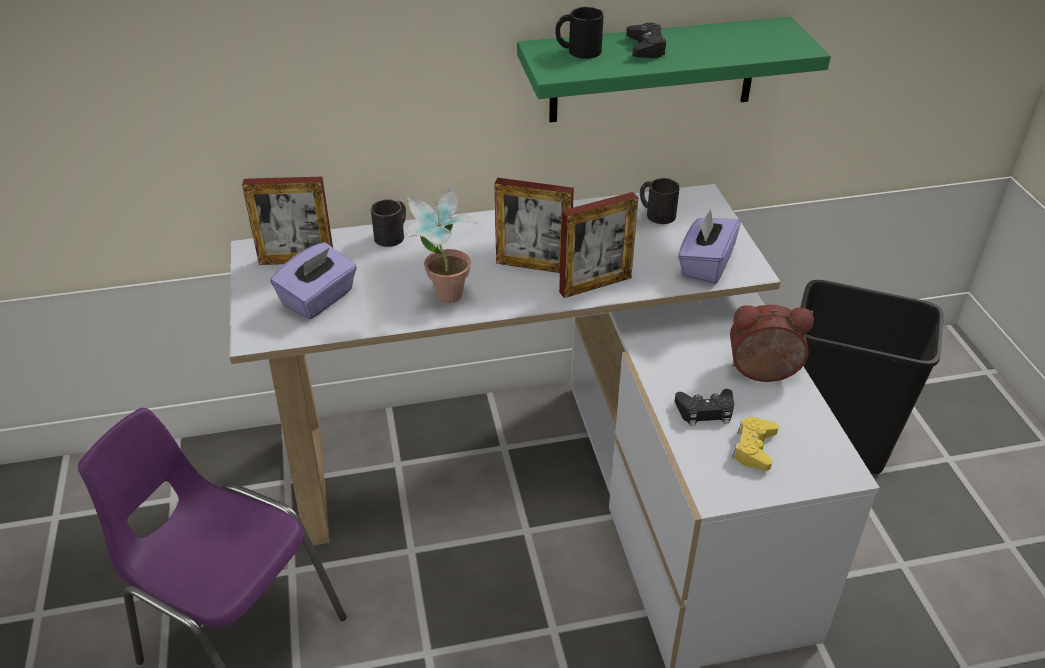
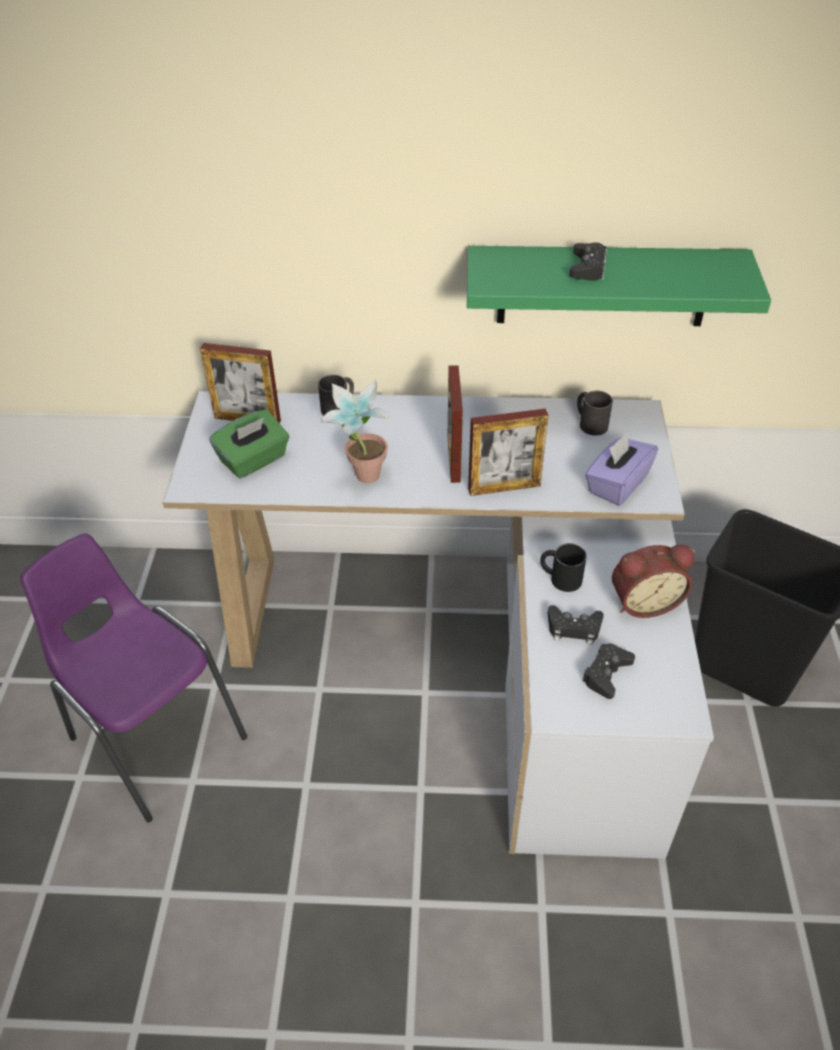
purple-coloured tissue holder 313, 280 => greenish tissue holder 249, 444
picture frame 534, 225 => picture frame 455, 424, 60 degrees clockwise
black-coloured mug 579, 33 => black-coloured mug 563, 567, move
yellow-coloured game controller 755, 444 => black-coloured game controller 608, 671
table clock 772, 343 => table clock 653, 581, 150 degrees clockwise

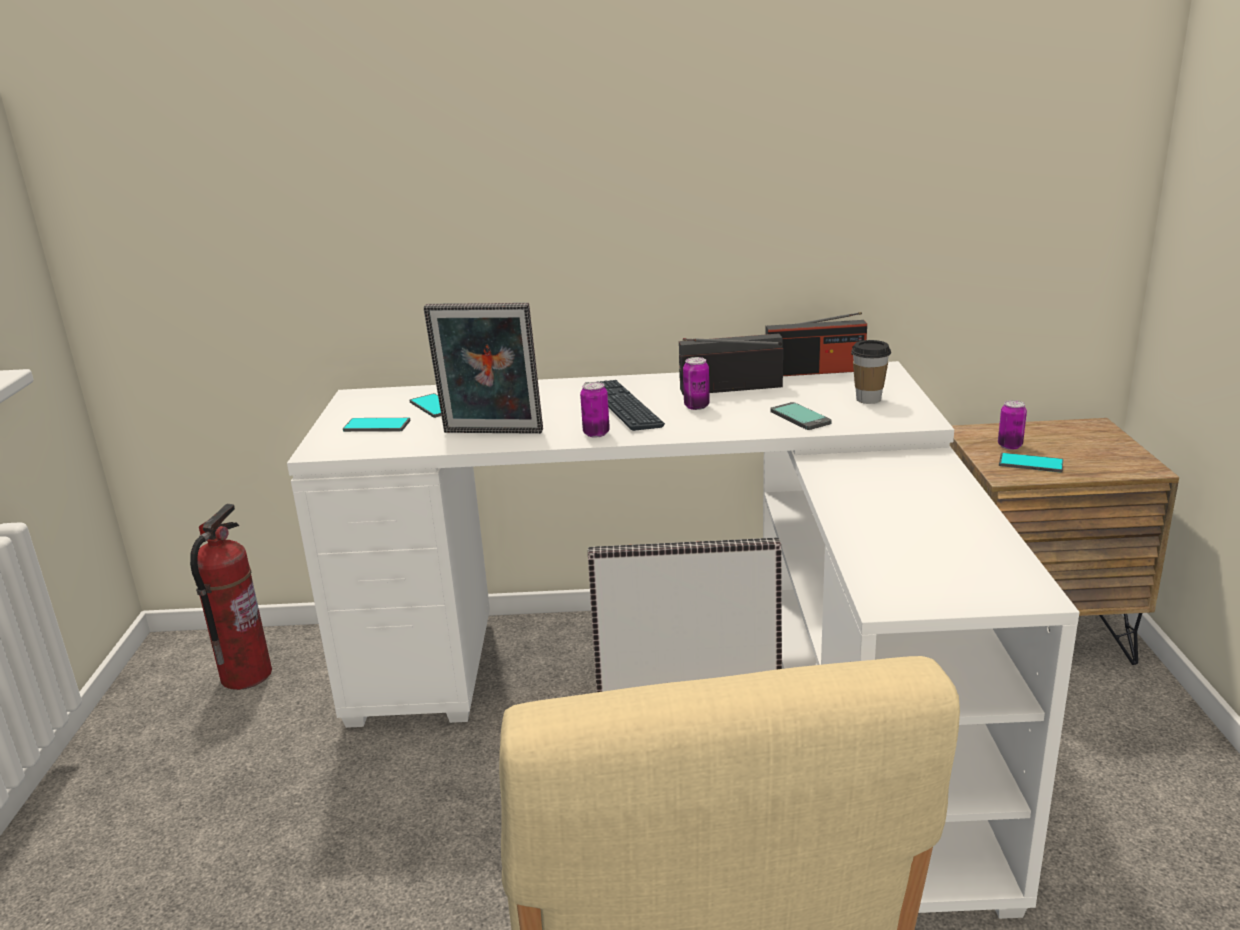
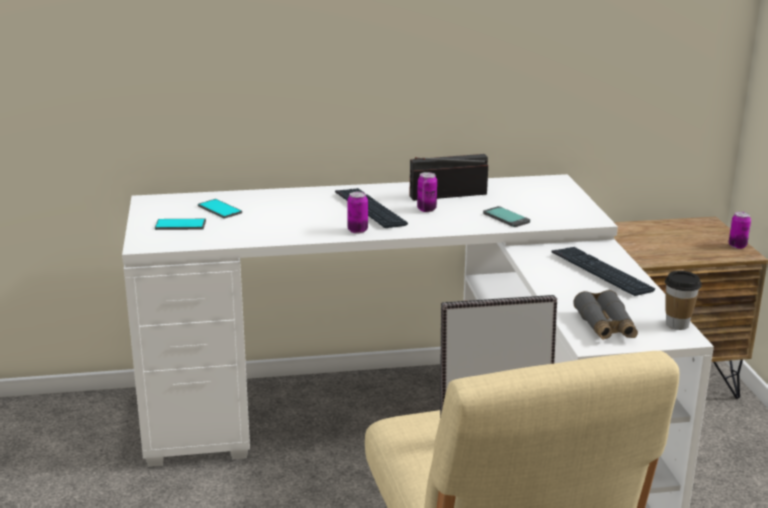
nothing => computer keyboard 603, 271
nothing => grey pair of binoculars 605, 315
drinking cup 871, 372 => drinking cup 683, 300, move
sealed can 1012, 425 => sealed can 740, 230, move
fire extinguisher 231, 597 => nothing
picture frame 483, 368 => nothing
radio set 816, 344 => nothing
handset 1031, 463 => nothing

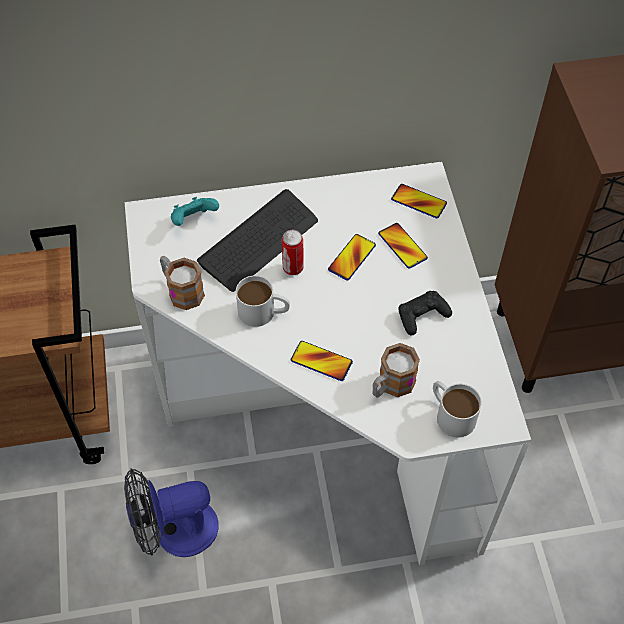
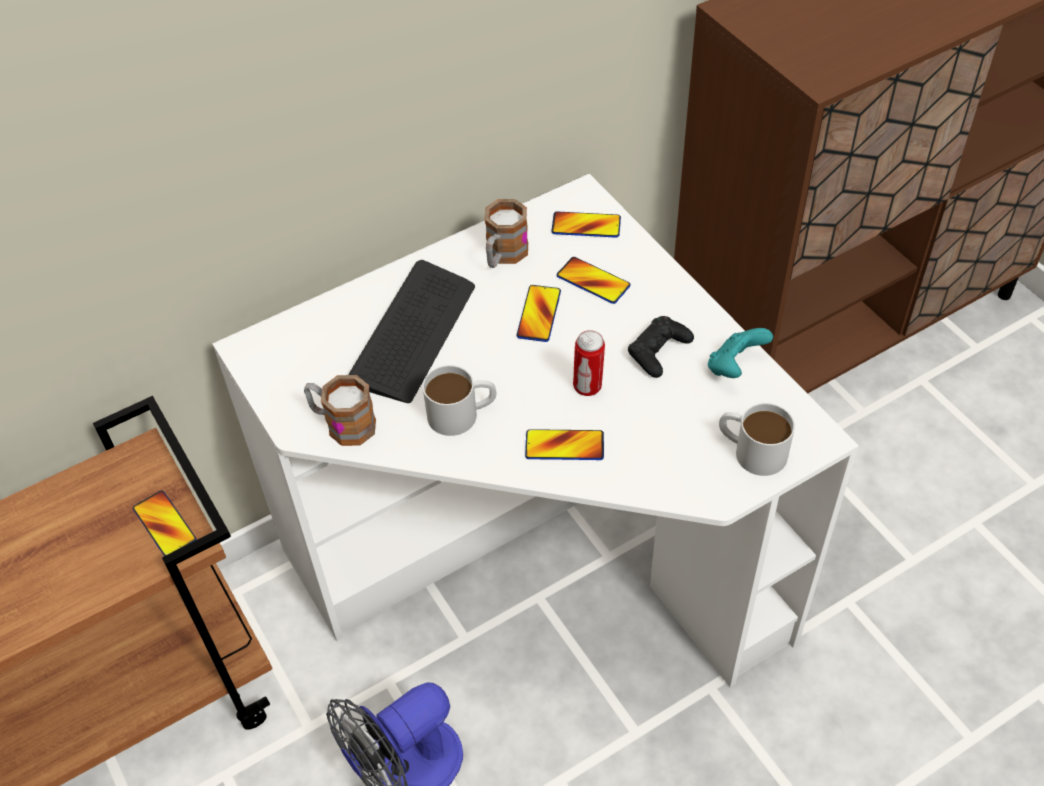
nothing => handset 164, 523
mug 396, 370 => mug 506, 233, move
sealed can 292, 252 => sealed can 589, 363, move
turquoise game controller 195, 211 => turquoise game controller 740, 353, move

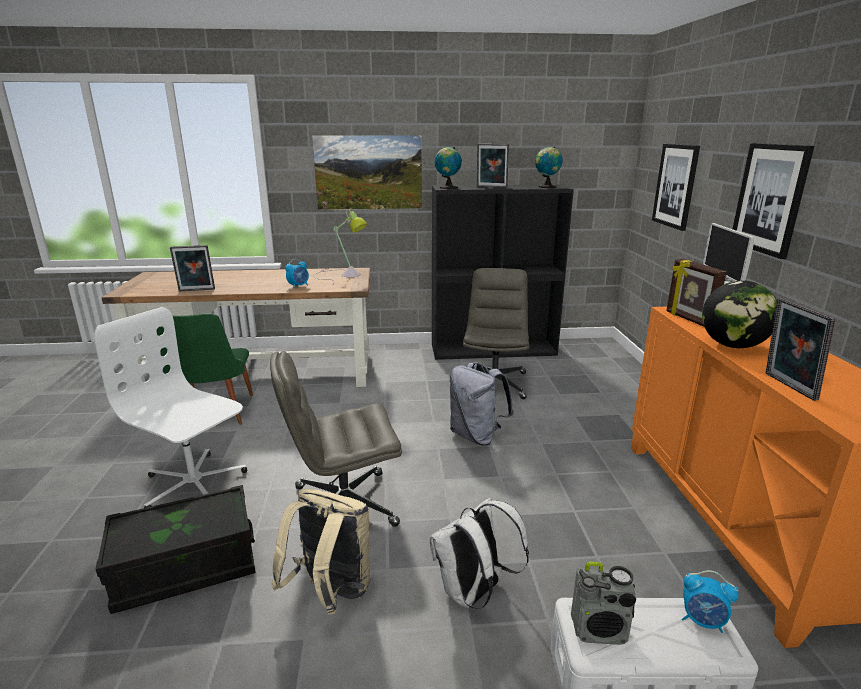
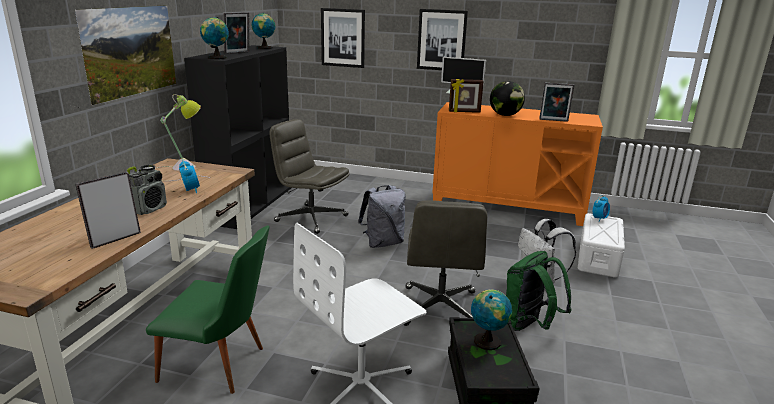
picture frame 192, 268 => picture frame 108, 210, 150 degrees counterclockwise
radio set 603, 603 => radio set 147, 190, move
nothing => desk globe 491, 319
beige knapsack 320, 552 => greenish knapsack 538, 291

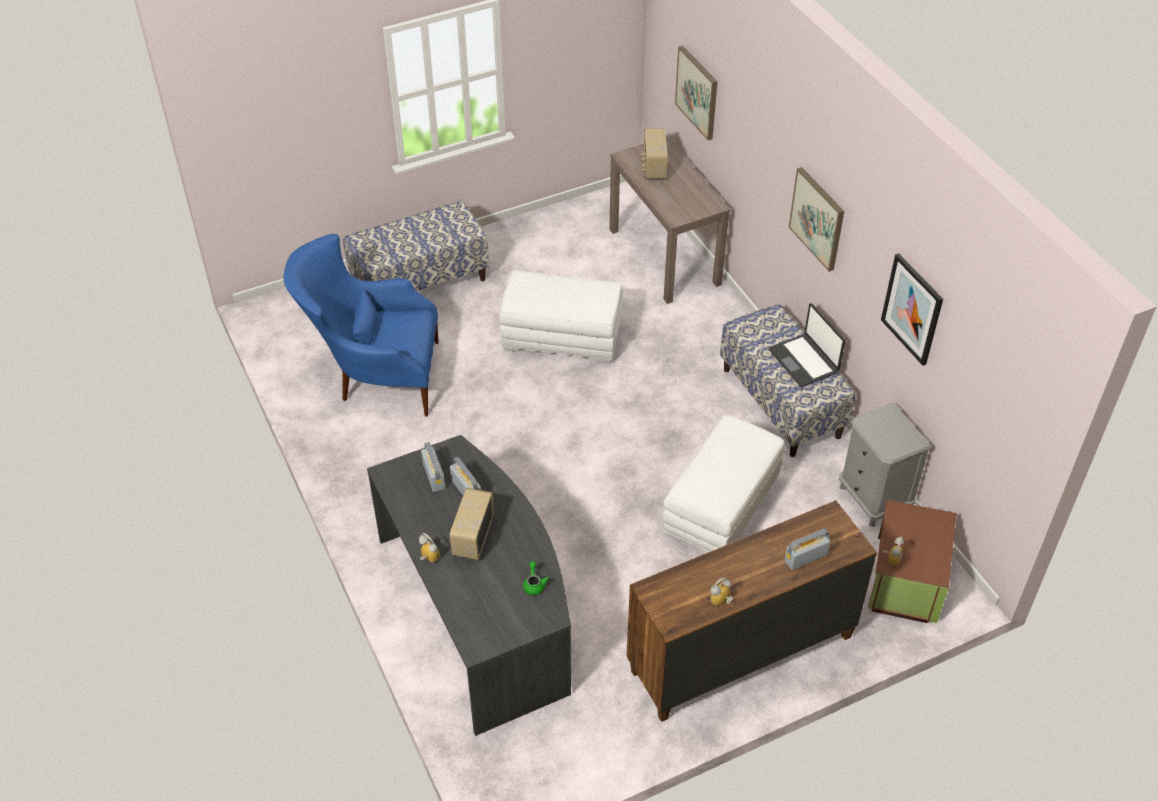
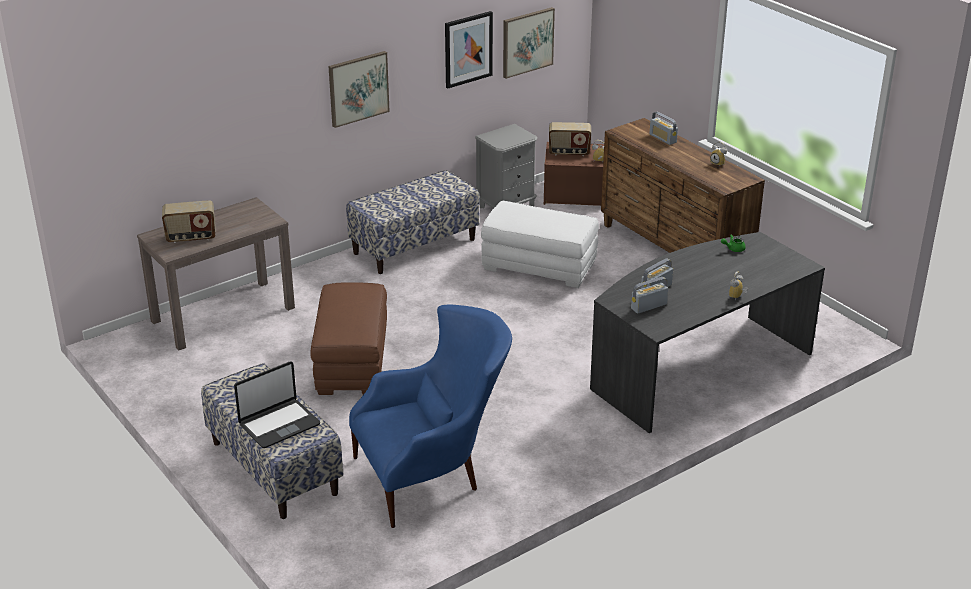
notebook computer 807, 345 => notebook computer 277, 404, move
white pouffe 561, 317 => brown-coloured pouffe 348, 338
blue-coloured lounge chair 361, 325 => blue-coloured lounge chair 430, 416, 105 degrees counterclockwise
wall picture 696, 93 => wall picture 529, 43, move
radio set 472, 524 => radio set 570, 139, move

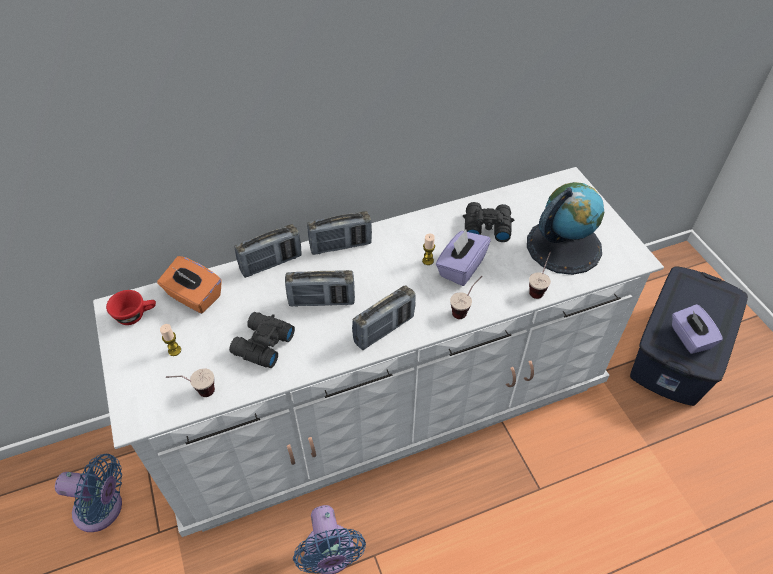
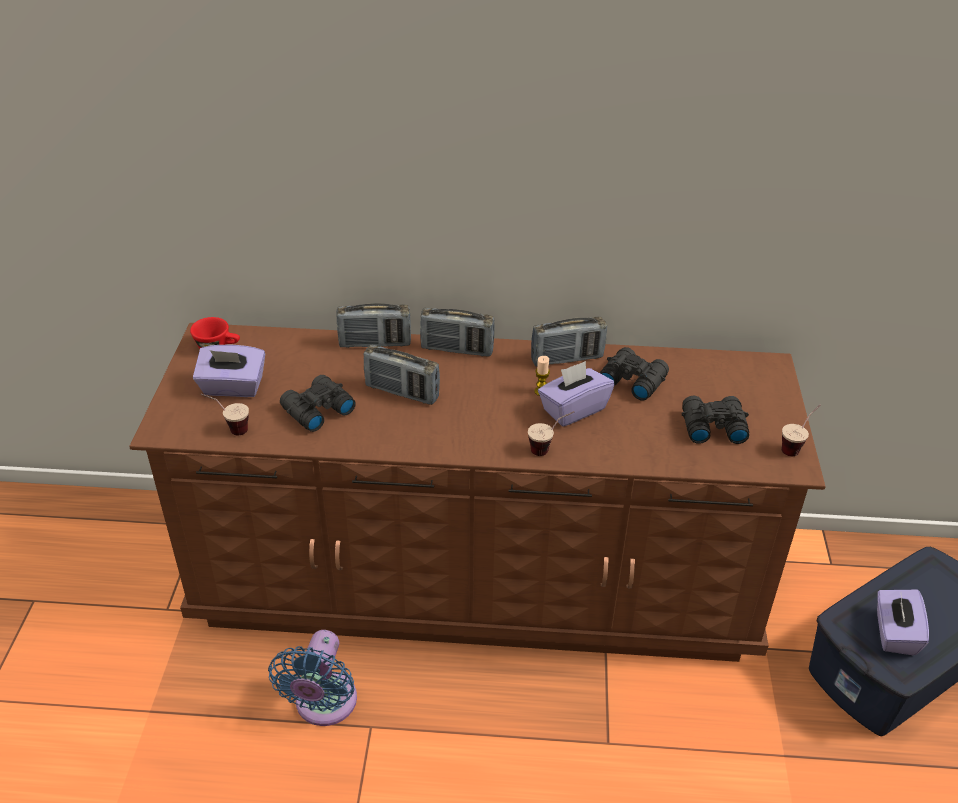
white dresser 378, 352 => brown-coloured dresser 477, 492
candle 170, 340 => purple-coloured tissue holder 229, 371
radio set 384, 317 => radio set 569, 341, move
desk globe 565, 228 => black-coloured pair of binoculars 715, 420
drinking cup 540, 275 => drinking cup 801, 430, move
blue-coloured cooling fan 88, 493 => nothing
orangey tissue holder 189, 285 => nothing

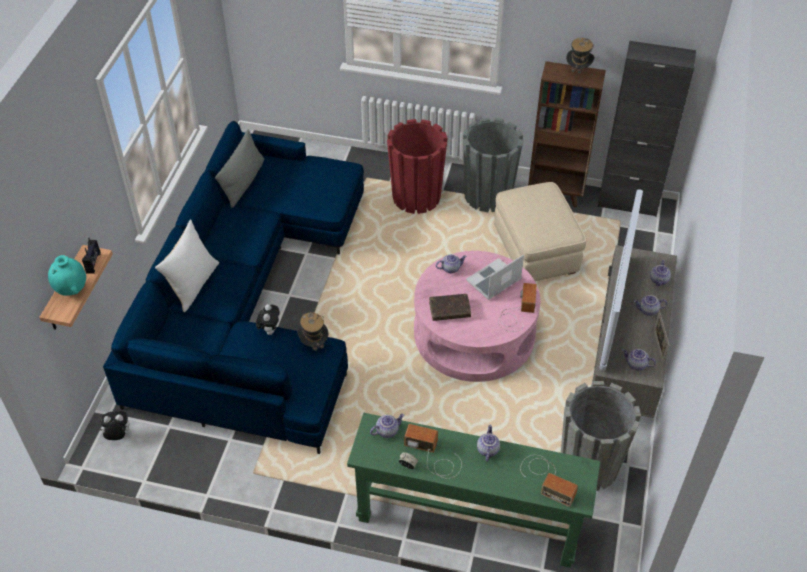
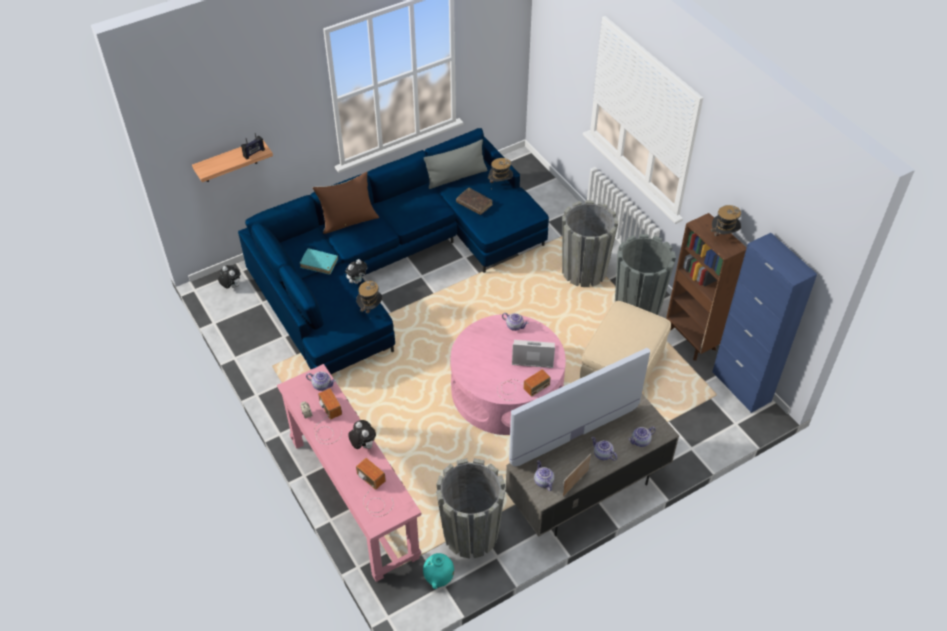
greenish console table 473, 490 => pinkish console table 349, 473
nothing => turquoise book 319, 261
white throw pillow 187, 265 => brown-coloured throw pillow 346, 203
teapot 488, 442 => soft toy 362, 434
radio set 549, 481 => radio set 375, 487, 150 degrees clockwise
turquoise vase 67, 275 => turquoise vase 438, 571, move
brown-coloured book 450, 307 => brown-coloured book 474, 201, move
nothing => clothing hat 500, 174
red flower pot 417, 166 => grey flower pot 590, 243
black-coloured cabinet 647, 129 => blue-coloured cabinet 764, 323

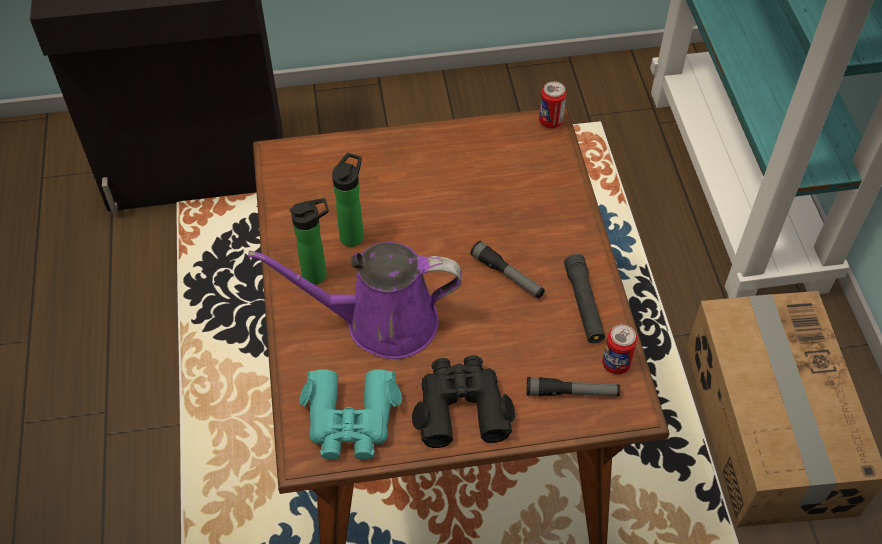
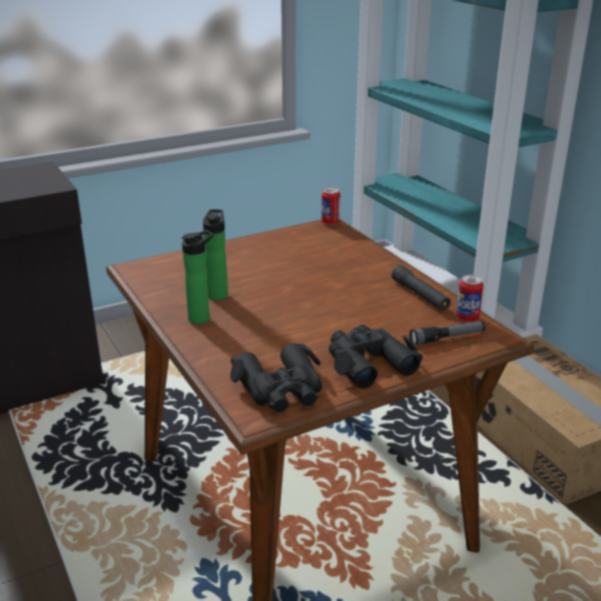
turquoise pair of binoculars 350, 414 => black-coloured pair of binoculars 276, 377
purple-coloured watering pot 355, 300 => nothing
torch 507, 270 => nothing

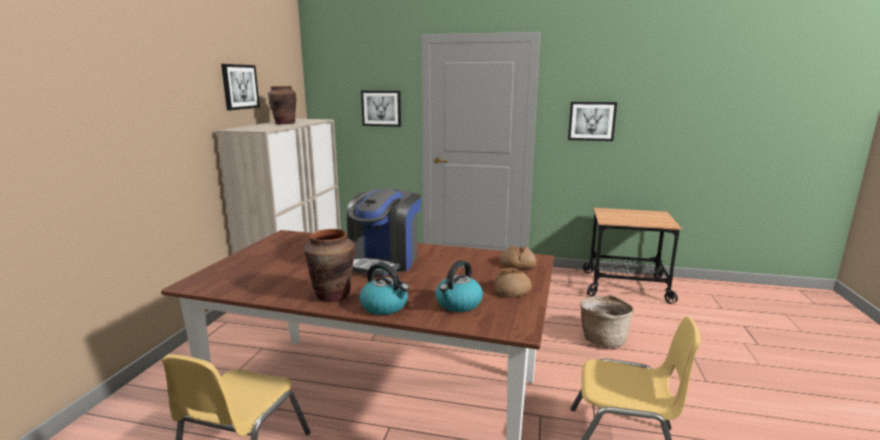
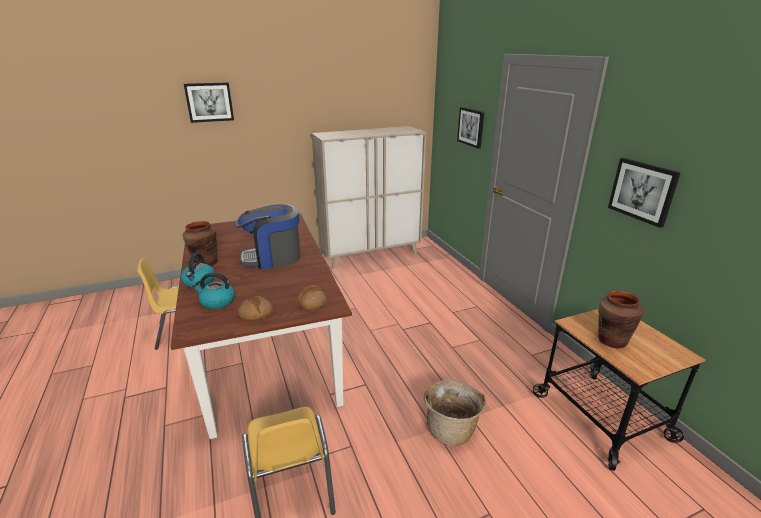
wall picture 240, 87 => wall picture 209, 102, move
brown-coloured vase 282, 105 => brown-coloured vase 621, 319, move

